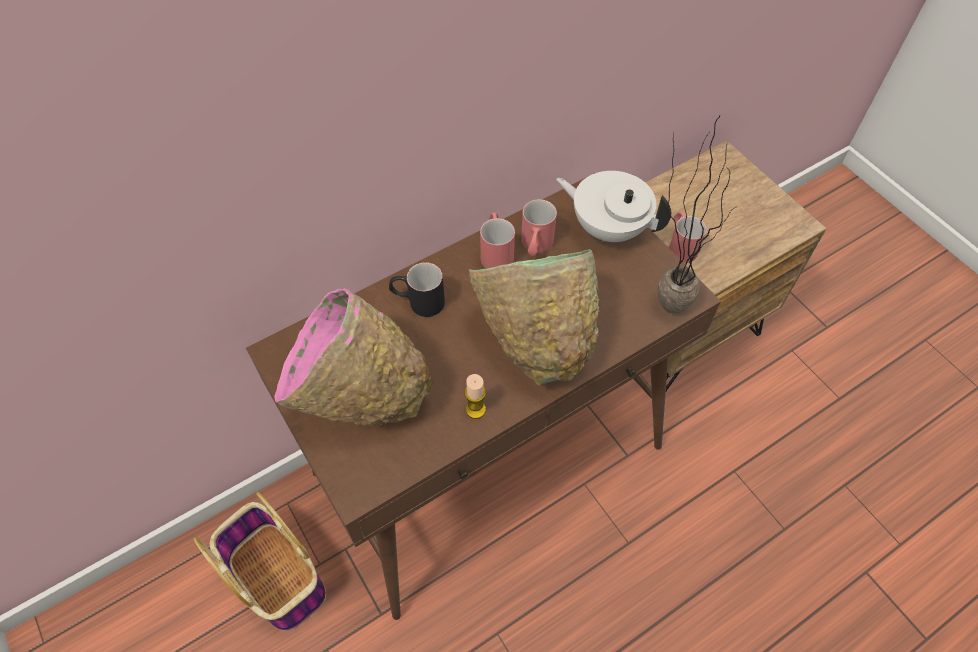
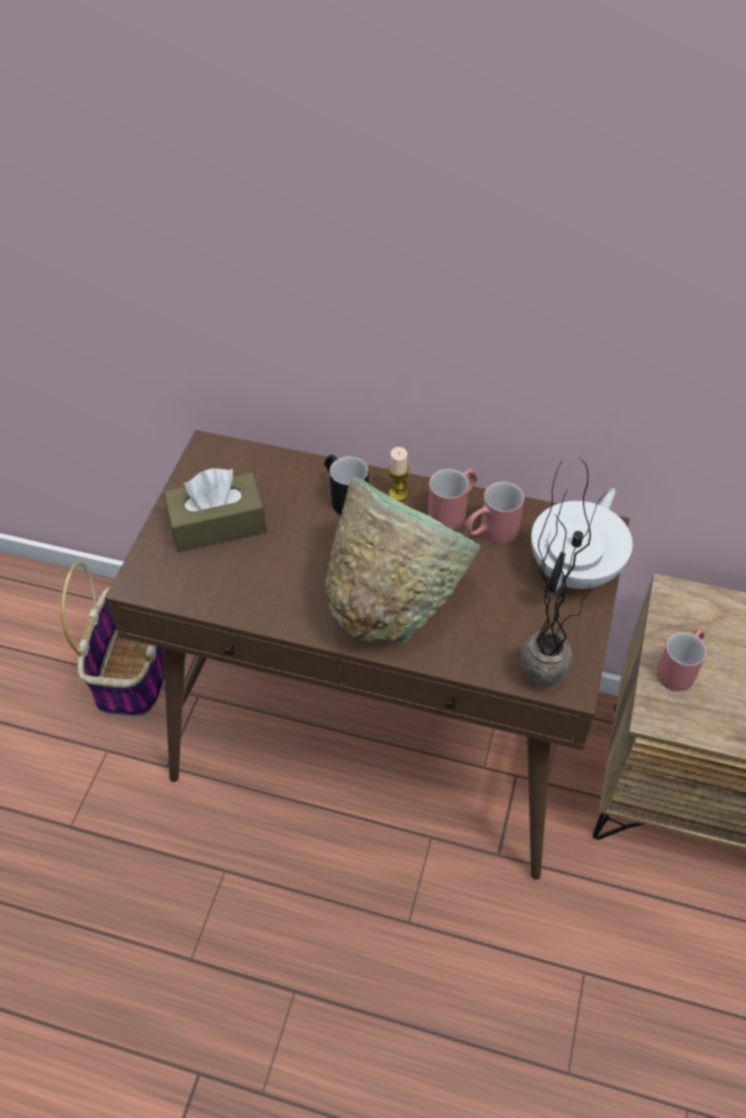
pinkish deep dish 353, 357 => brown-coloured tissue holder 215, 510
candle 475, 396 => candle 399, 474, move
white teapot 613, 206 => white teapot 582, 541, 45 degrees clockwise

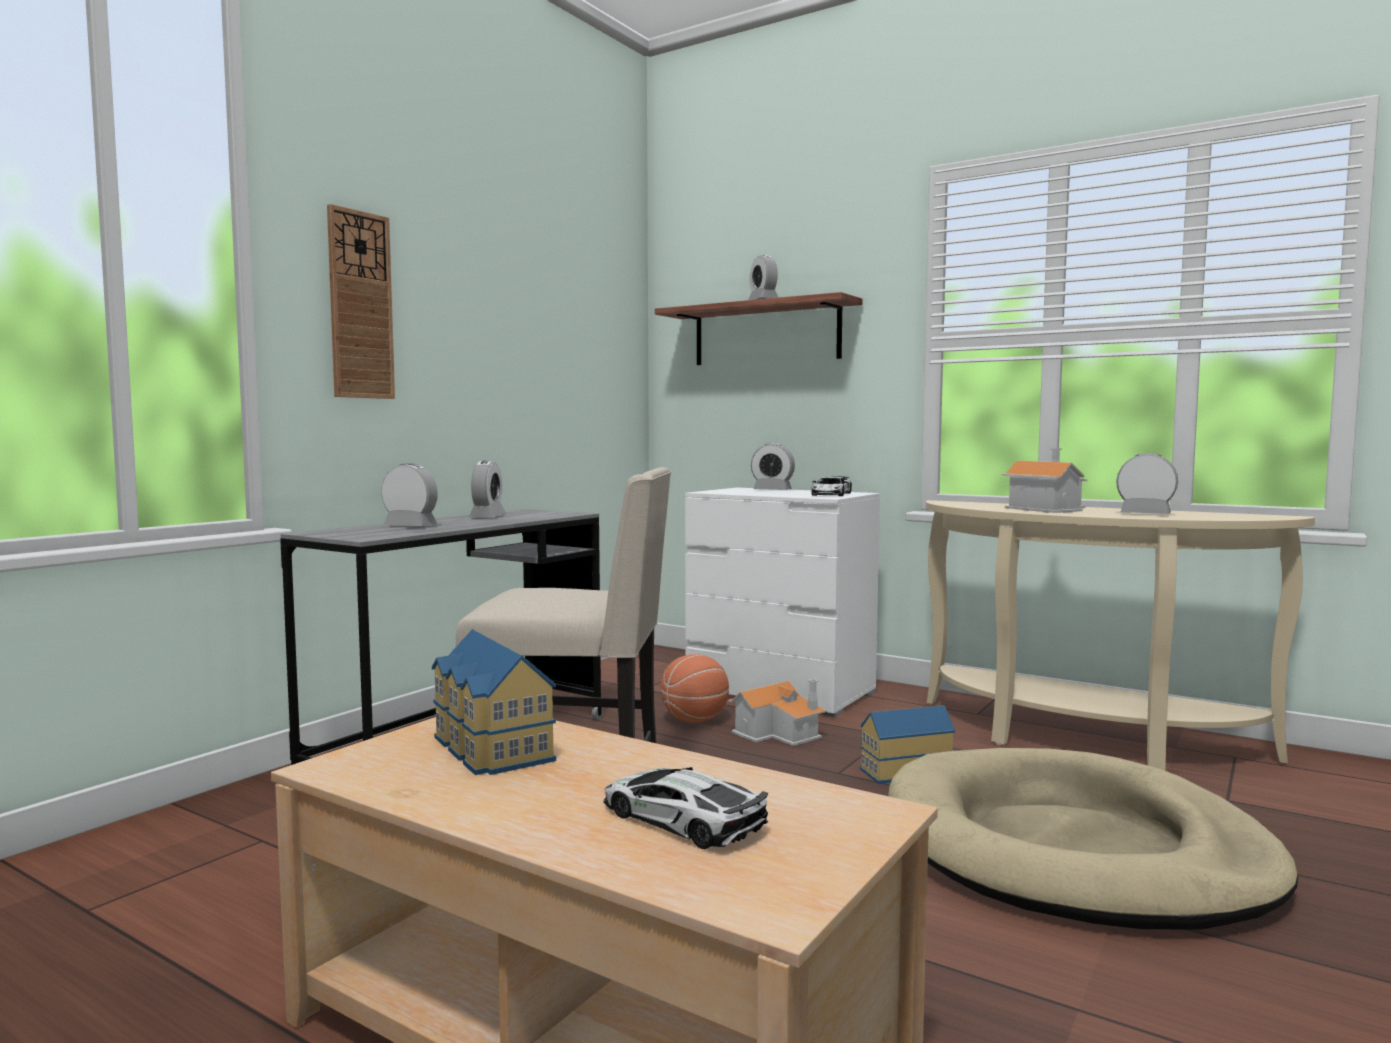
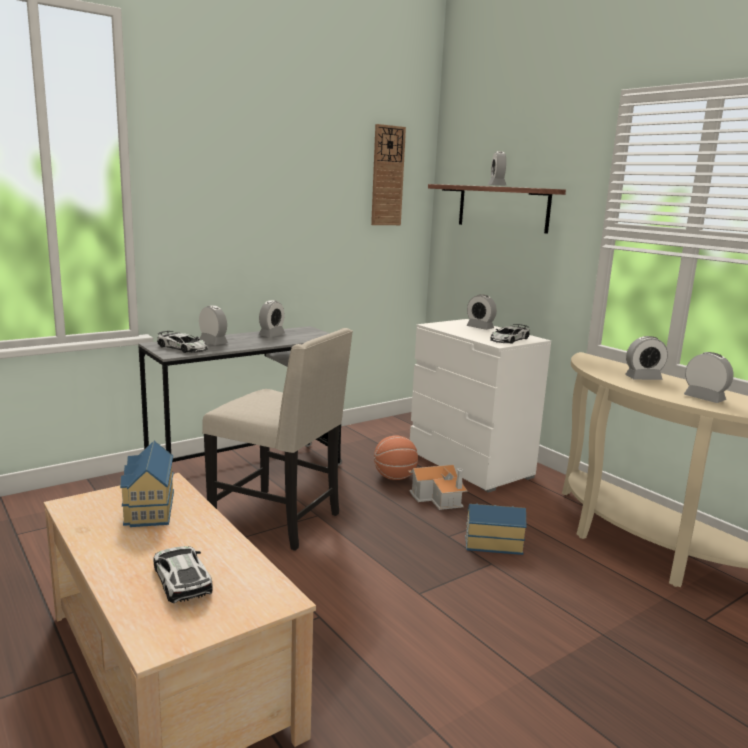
nothing => toy car 182, 342
clock on the wall 361, 301 => clock on the wall 388, 174, move
miniature house 1044, 480 => table clock 646, 358
beige dog cushion 1093, 839 => nothing

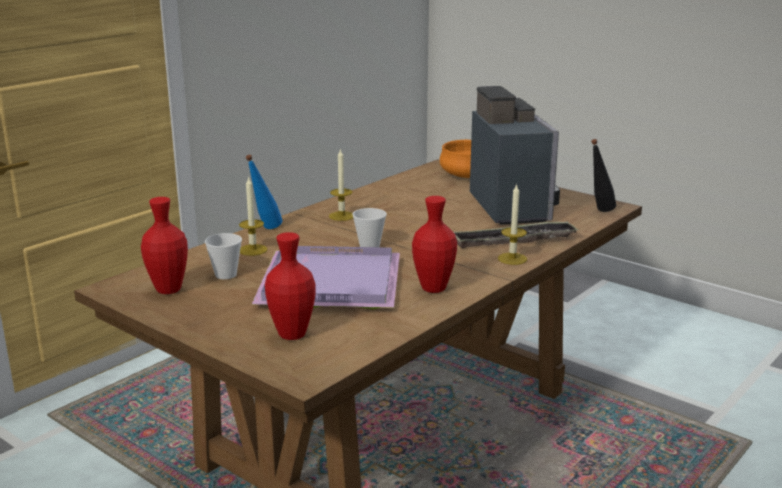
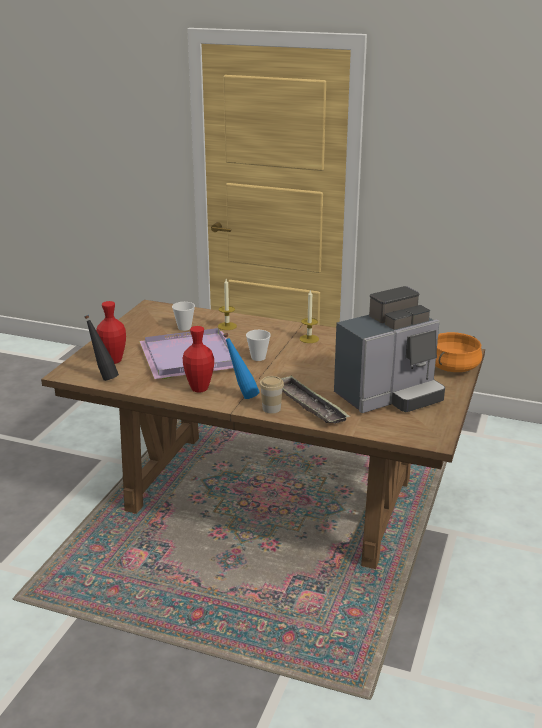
black-coloured bottle 603, 175 => black-coloured bottle 101, 348, move
blue-coloured bottle 264, 192 => blue-coloured bottle 241, 366, move
candle 512, 224 => drinking cup 271, 395
red vase 164, 245 => nothing

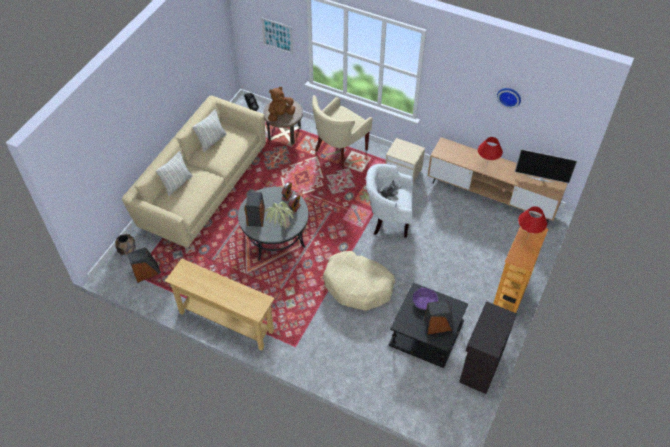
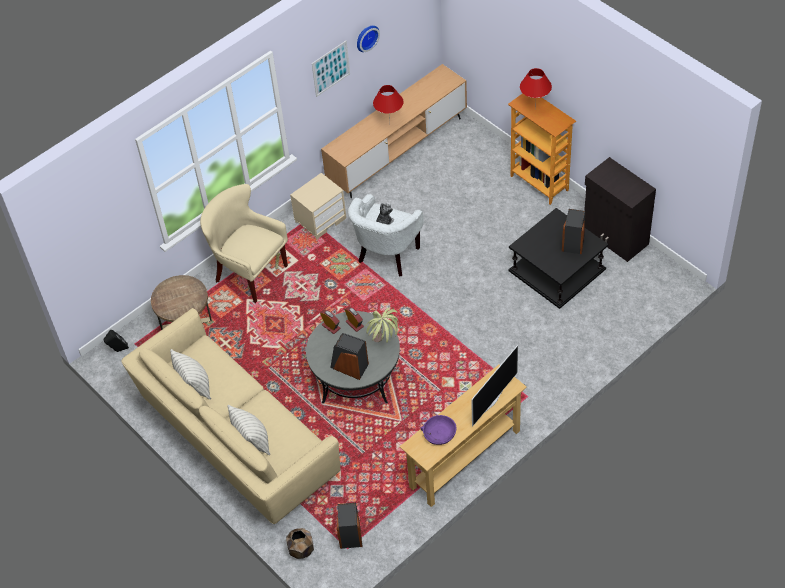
beige lounge chair 342, 132 => beige lounge chair 244, 243, 150 degrees clockwise
wall picture 277, 35 => wall picture 331, 69, move
purple-coloured deep dish 425, 298 => purple-coloured deep dish 438, 430, move
TV set 546, 166 => TV set 494, 386, move
brown-coloured soft toy 281, 104 => nothing
beige dog cushion 359, 280 => nothing

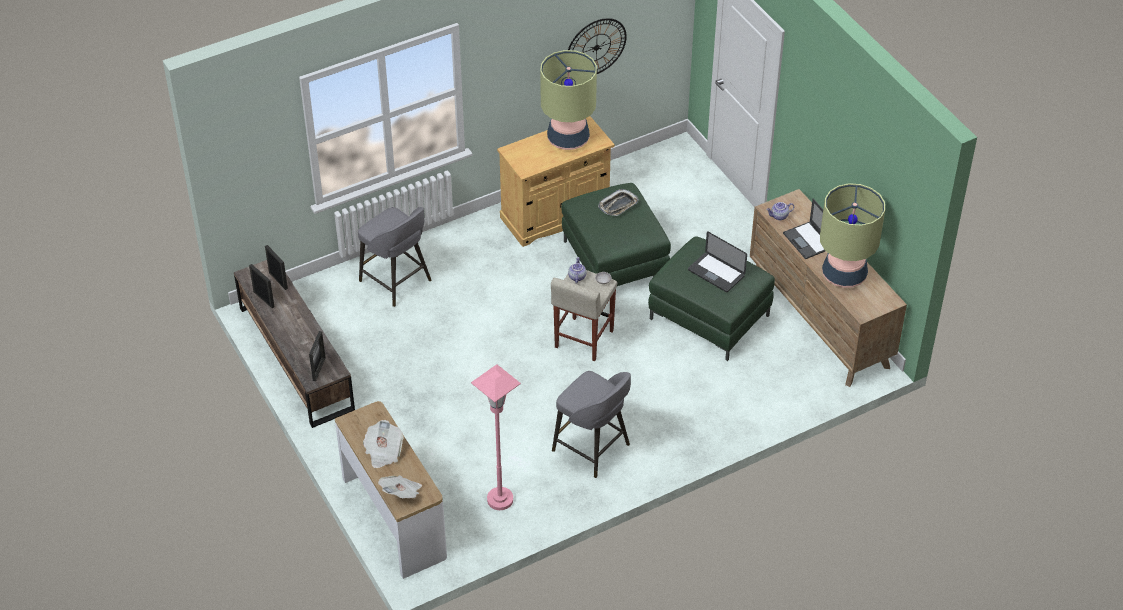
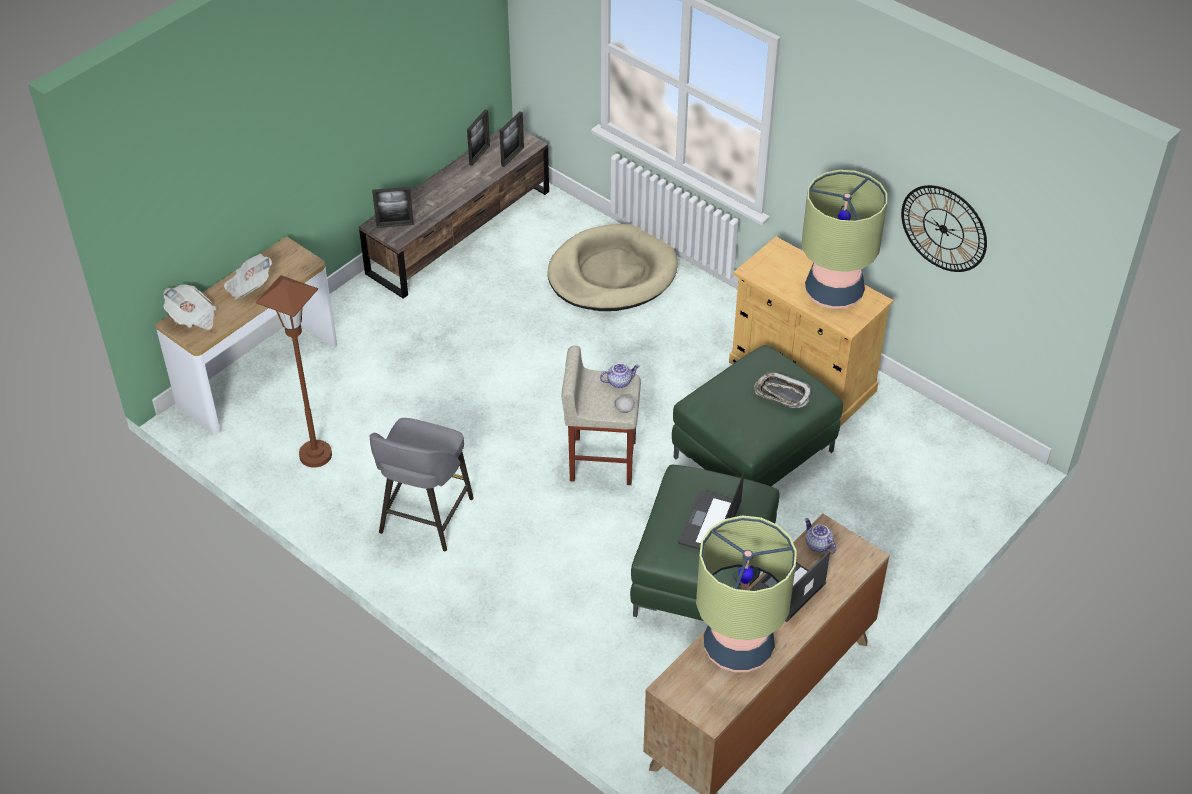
pinkish standard lamp 496, 437 => brown-coloured standard lamp 294, 371
grey sitting stool 394, 257 => beige dog cushion 613, 267

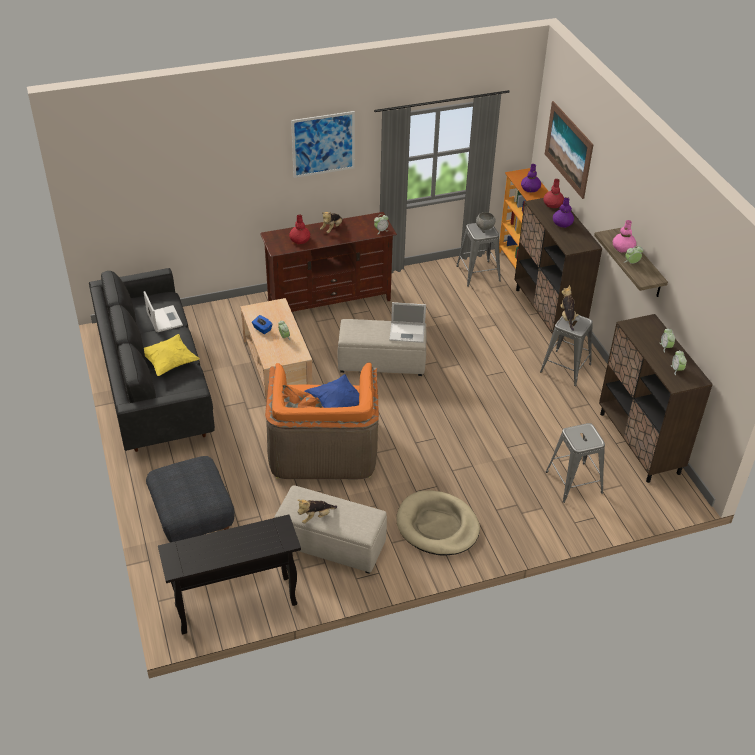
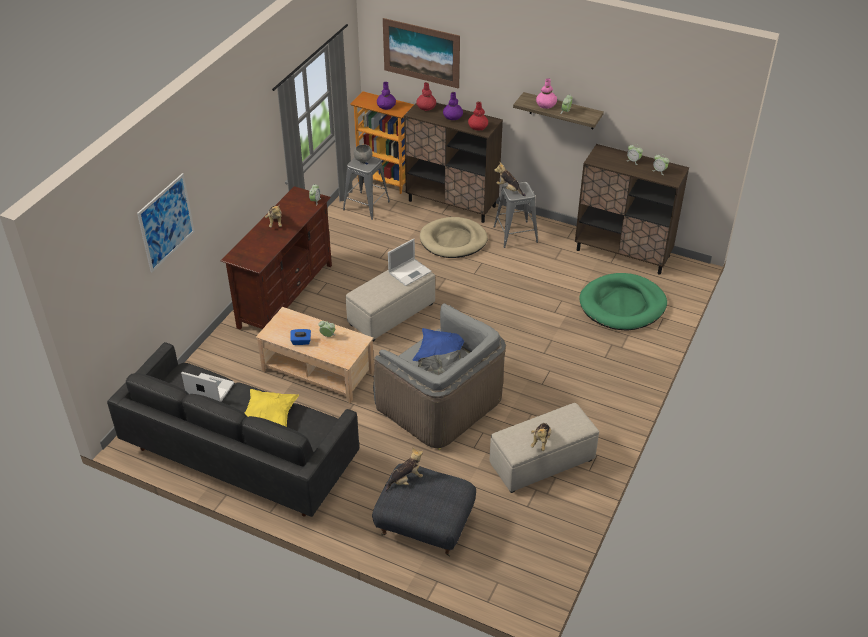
wall picture 323, 144 => wall picture 166, 222, move
orangey lounge chair 322, 420 => grey lounge chair 439, 376
nothing => soft toy 404, 470
beige dog cushion 438, 523 => beige dog cushion 454, 237, move
red vase 299, 229 => red vase 478, 116, move
grey sitting stool 575, 463 => greenish dog cushion 623, 302
black-coloured console table 229, 574 => nothing

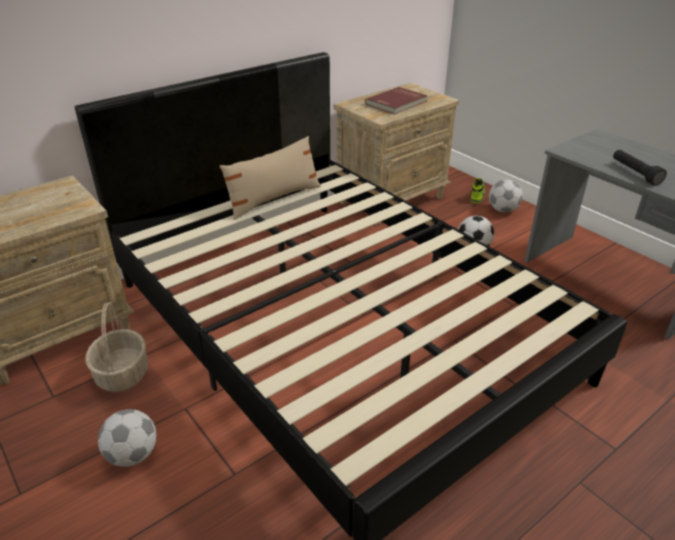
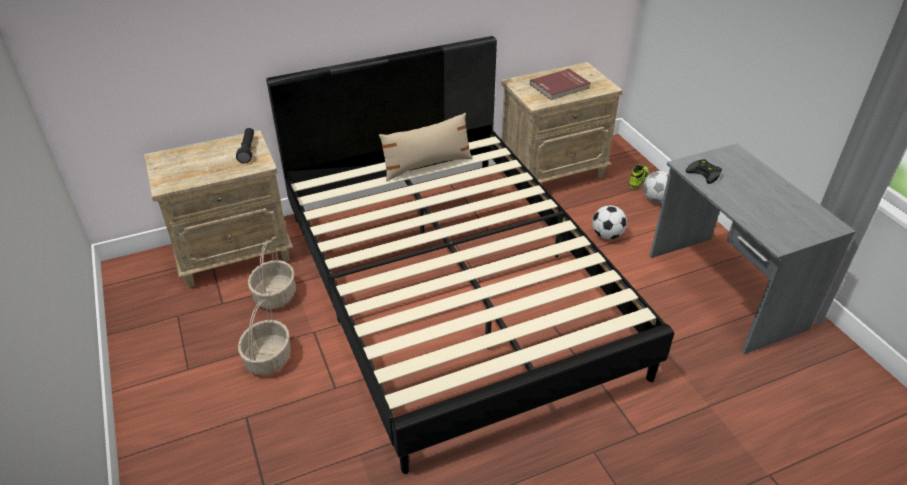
black-coloured torch 640, 167 => black-coloured torch 245, 145, move
ball for football 127, 438 => household basket 264, 338
nothing => black-coloured game controller 704, 171

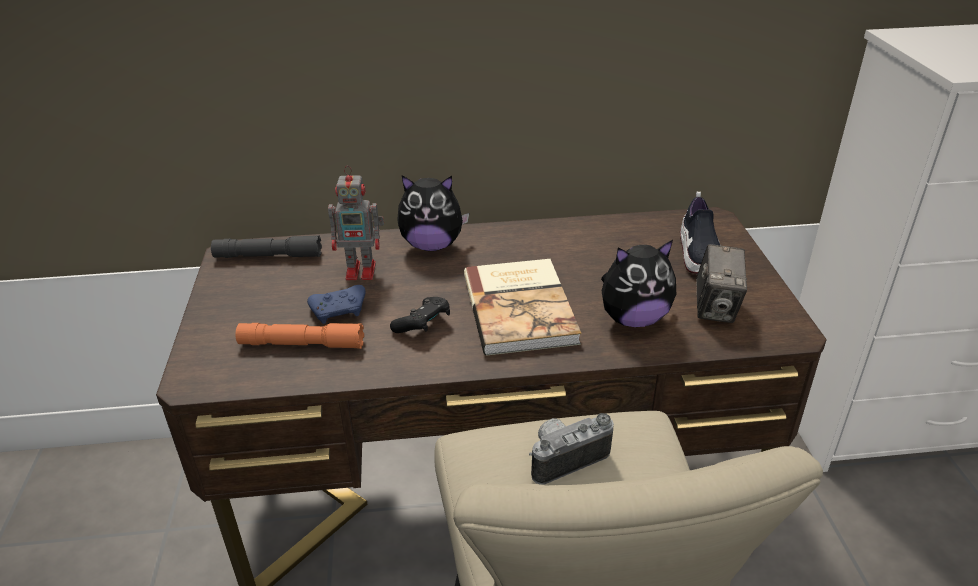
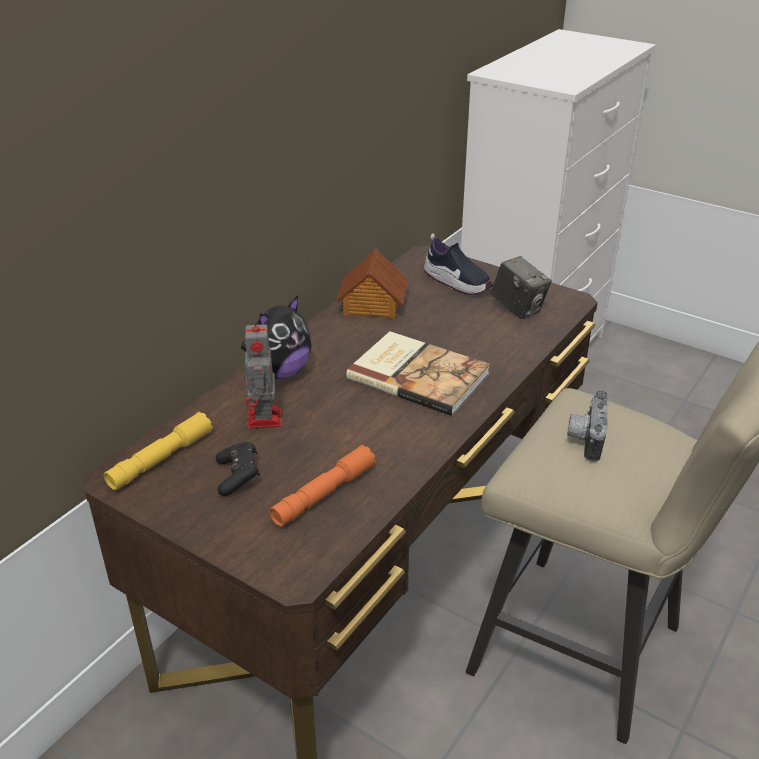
grey torch 266, 246 => yellow-coloured torch 158, 451
black-coloured game controller 420, 315 => black-coloured game controller 238, 469, move
robot figure 356, 223 => robot figure 263, 373, 135 degrees clockwise
nothing => miniature house 372, 284
blue-coloured game controller 336, 304 => nothing
soft toy 638, 283 => nothing

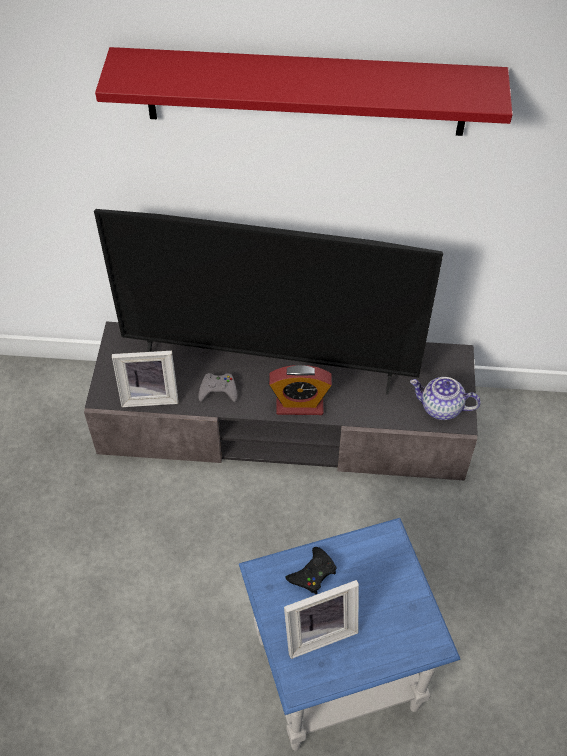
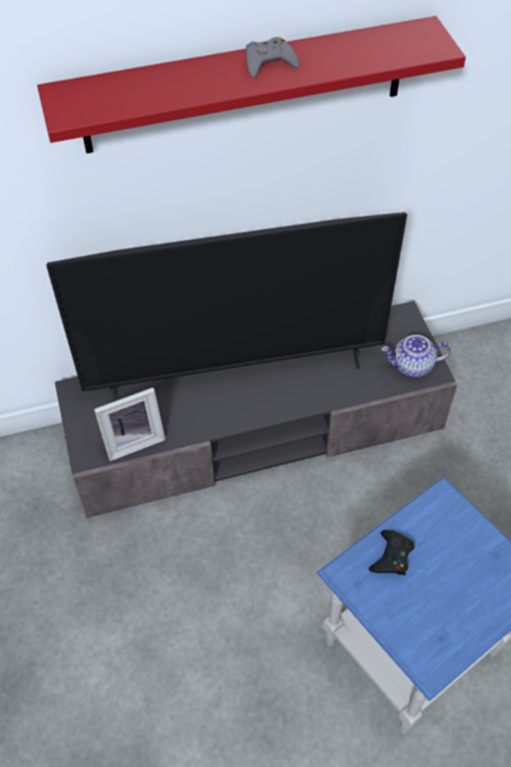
grey game controller 217, 387 => grey game controller 273, 57, move
table clock 300, 390 => nothing
picture frame 321, 619 => nothing

